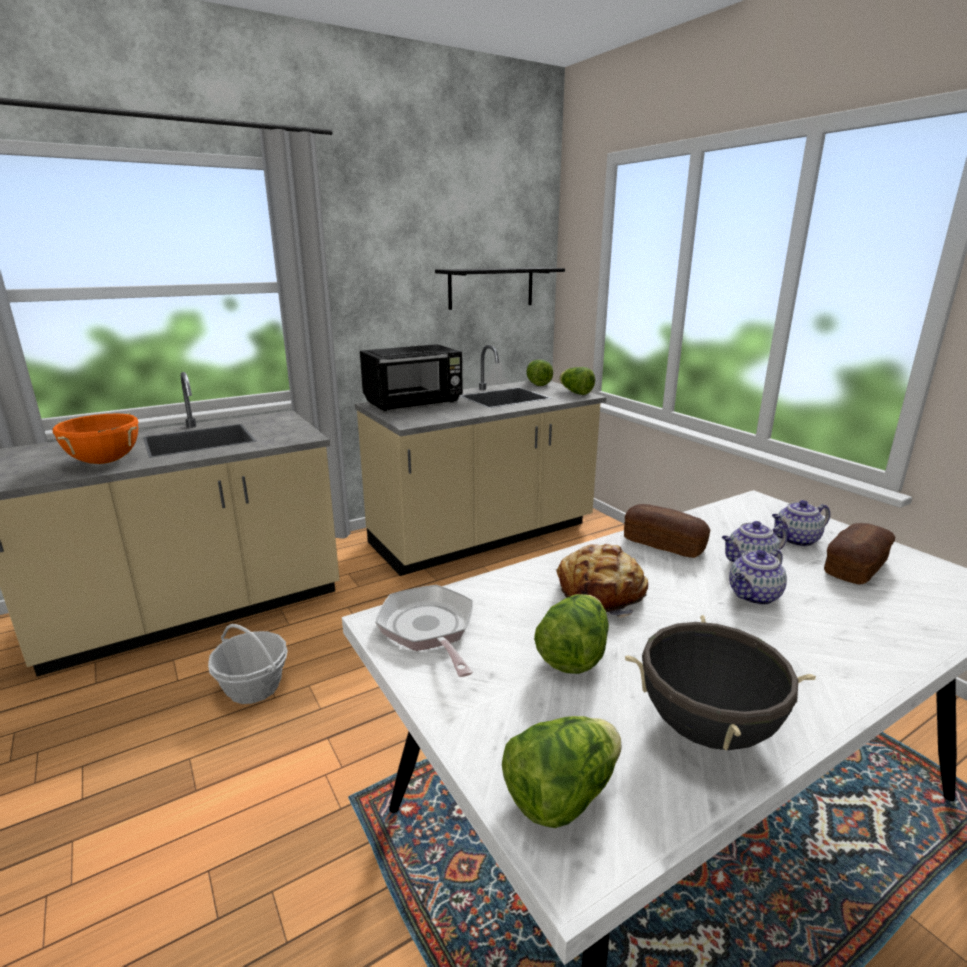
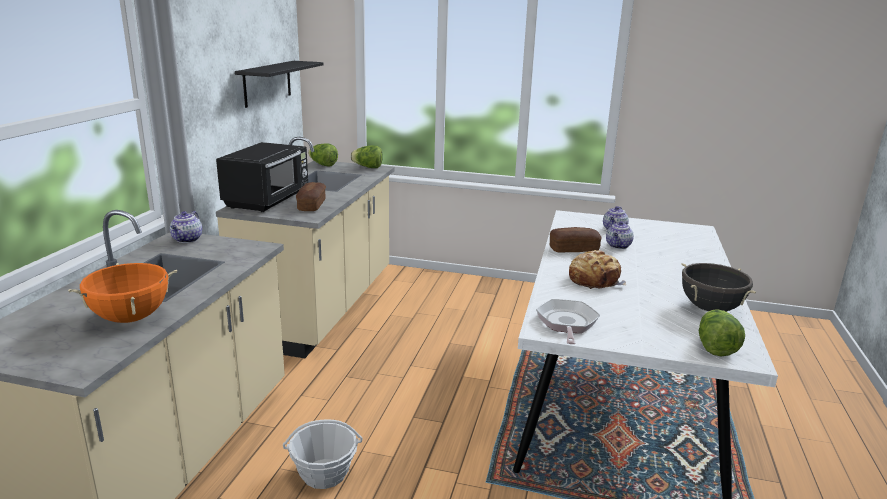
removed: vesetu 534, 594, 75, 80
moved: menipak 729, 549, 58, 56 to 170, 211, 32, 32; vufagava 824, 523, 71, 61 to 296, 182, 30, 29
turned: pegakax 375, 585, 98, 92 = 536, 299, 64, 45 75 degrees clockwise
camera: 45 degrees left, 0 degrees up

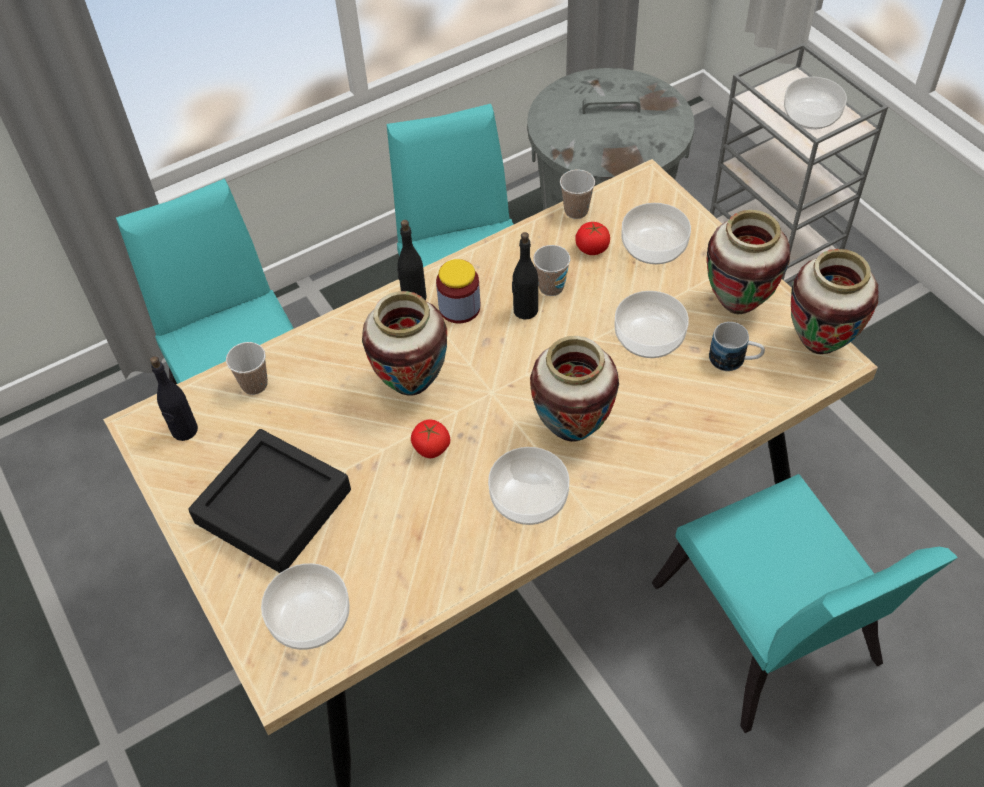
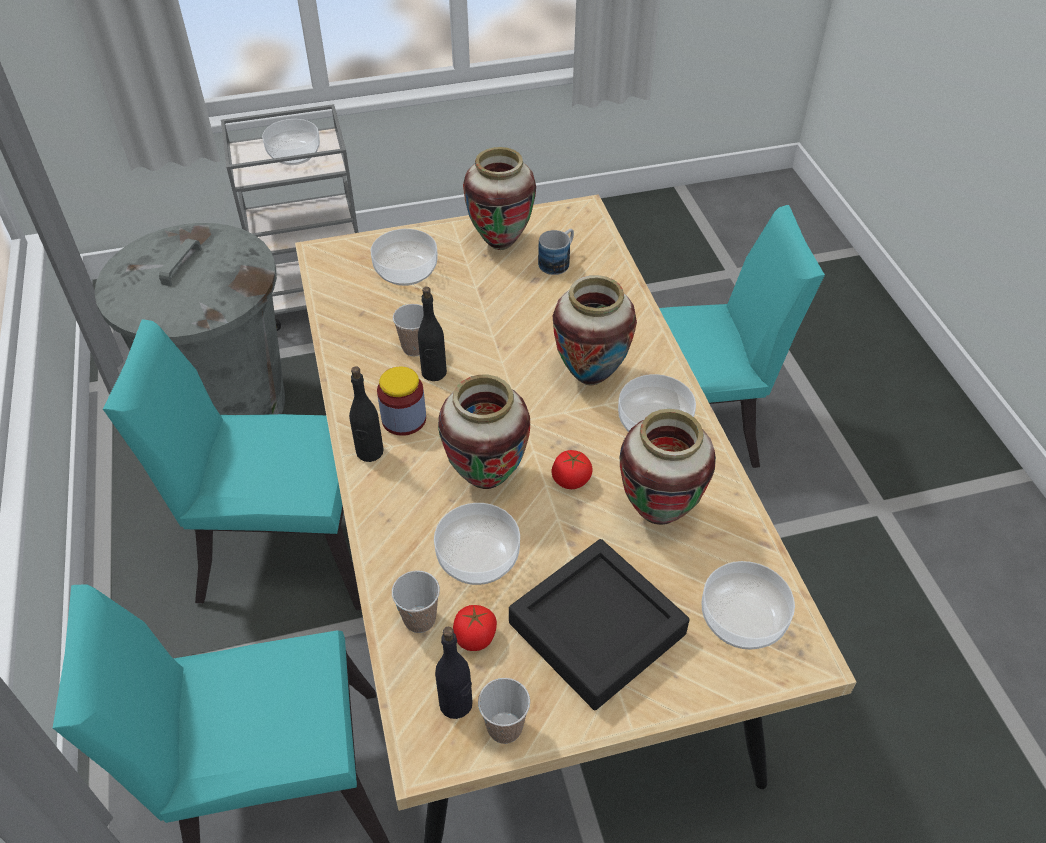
moved: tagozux 615, 291, 74, 67 to 434, 503, 86, 82; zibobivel 575, 222, 35, 33 to 453, 605, 44, 46; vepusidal 560, 170, 35, 49 to 478, 678, 52, 66; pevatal 791, 249, 87, 105 to 620, 409, 96, 116
camera: 75 degrees left, 5 degrees down

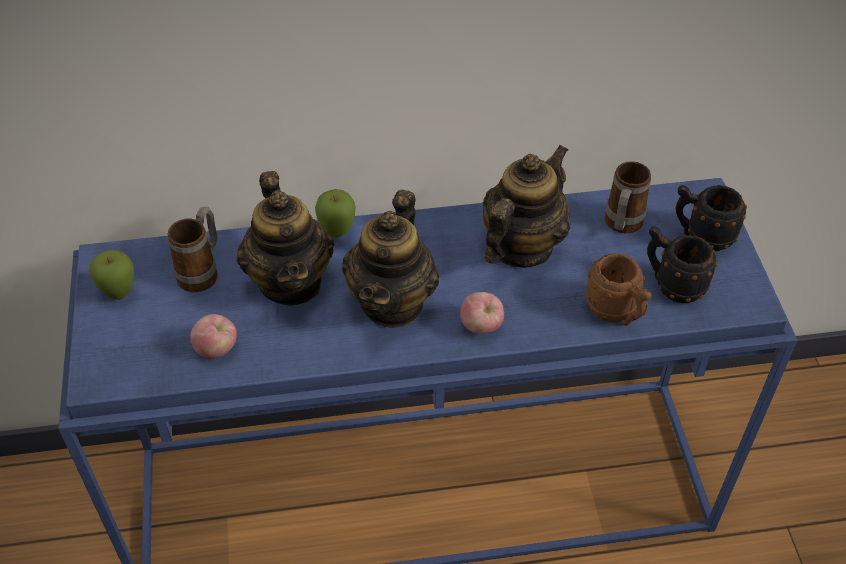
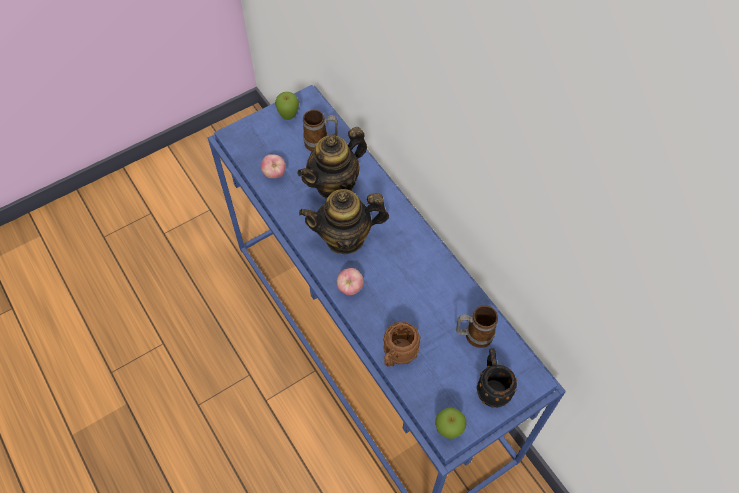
removed: menipak 483, 145, 87, 123; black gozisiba 647, 226, 71, 77
moved: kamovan 315, 189, 41, 49 to 435, 407, 31, 32
camera: 65 degrees right, 10 degrees up

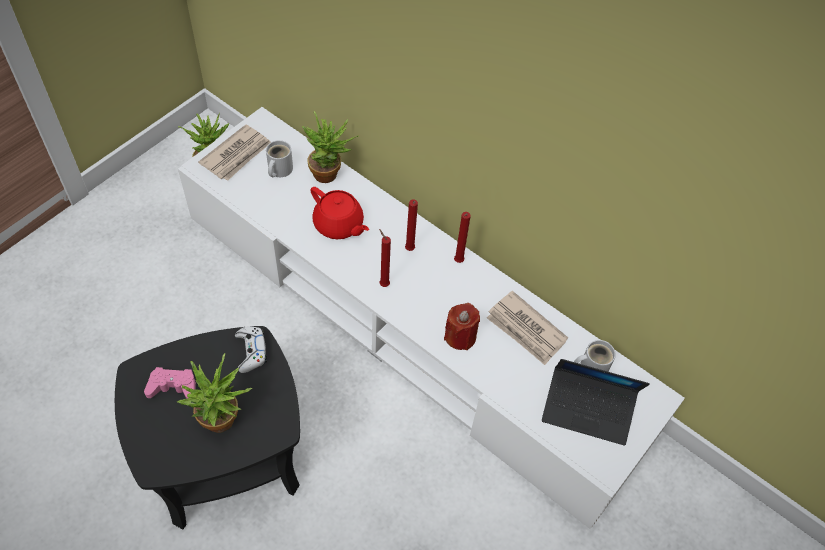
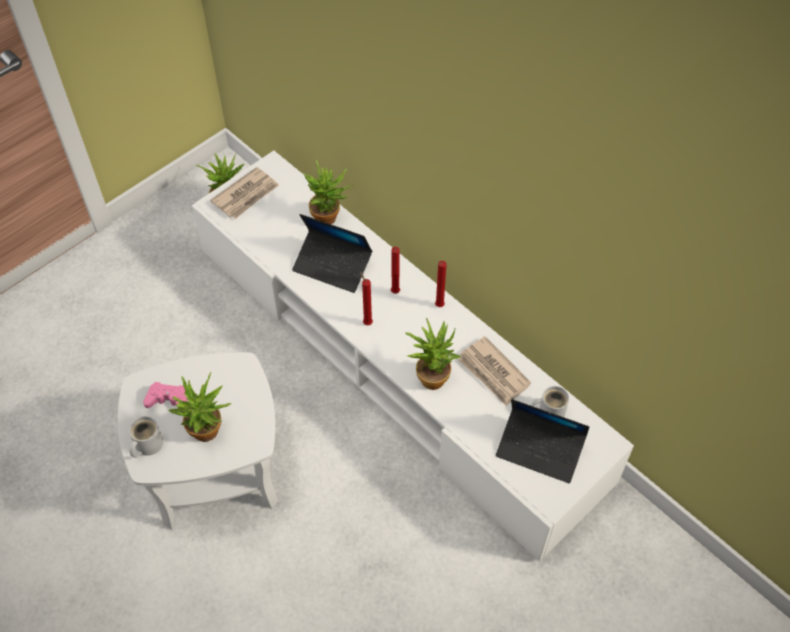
removed: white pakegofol 235, 326, 32, 47
moved: white gozisiba 266, 140, 27, 37 to 129, 416, 34, 42
replaced: red menipak 310, 187, 59, 52 to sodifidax 292, 214, 80, 79; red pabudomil 444, 303, 36, 47 to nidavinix 405, 317, 56, 73
recoloured: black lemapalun 115, 326, 185, 203 to white lemapalun 118, 352, 160, 178
camera: 10 degrees right, 0 degrees up

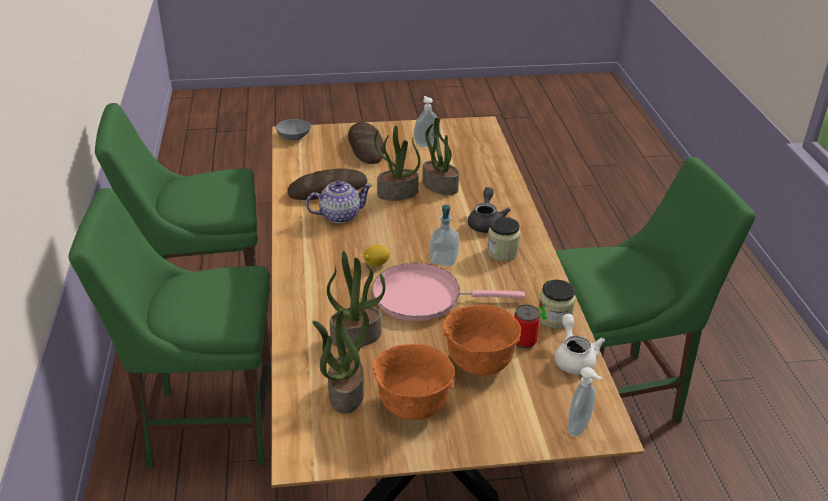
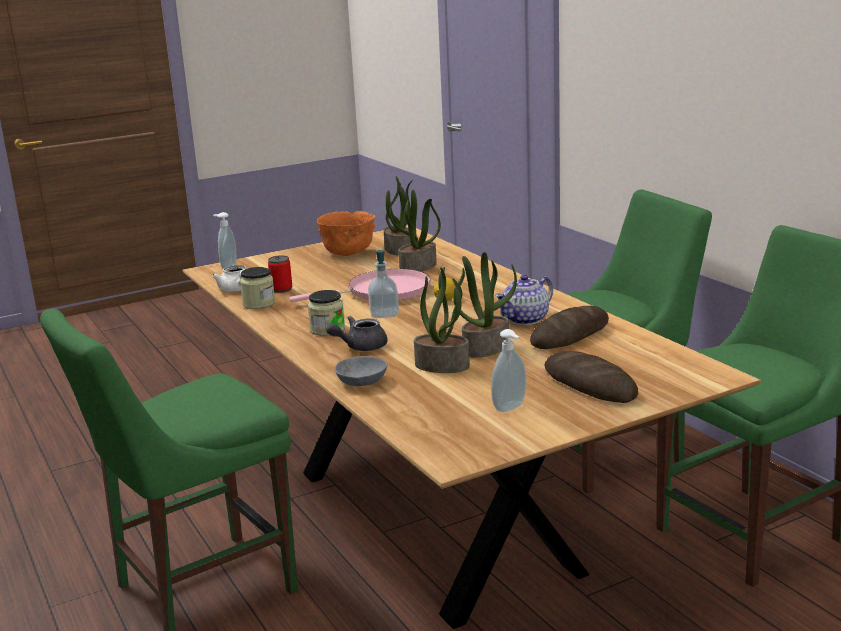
removed: orange tagozux 443, 304, 78, 72
moved: grey tagozux 276, 119, 35, 21 to 335, 356, 52, 30
turned: grey menipak 468, 187, 42, 46 = 326, 316, 62, 35 75 degrees clockwise
camera: 160 degrees right, 15 degrees down

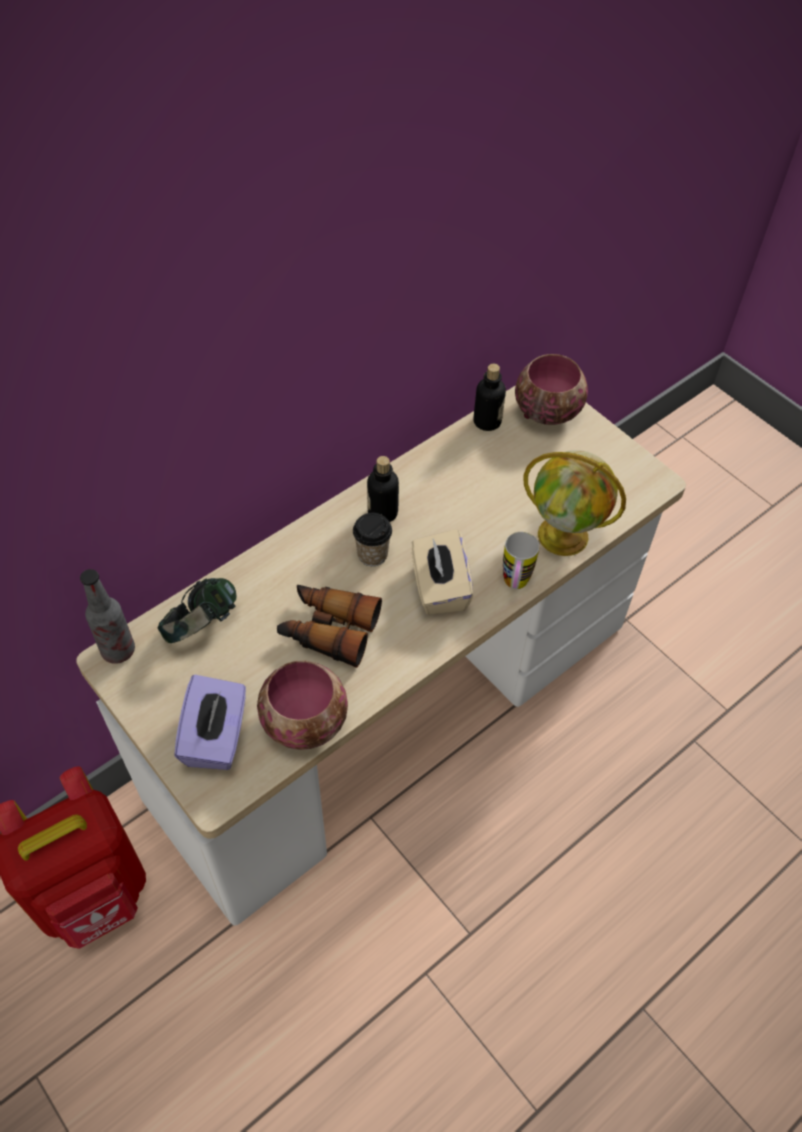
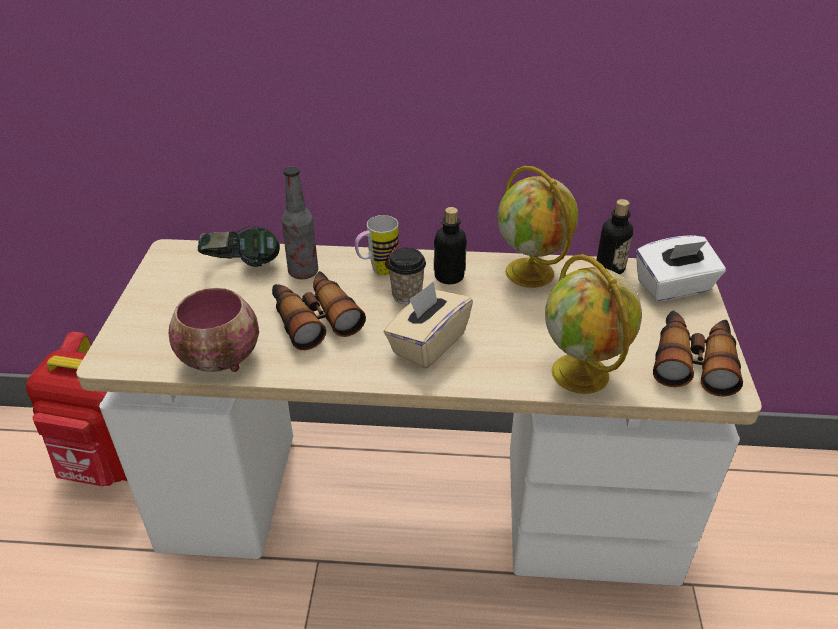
removed: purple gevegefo 174, 674, 72, 96
added: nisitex 498, 166, 81, 122; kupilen 653, 311, 90, 86
moved: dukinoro 80, 569, 55, 95 to 282, 166, 36, 113; gozisiba 503, 532, 36, 57 to 355, 215, 44, 60
replaced: tagozux 515, 354, 73, 71 to white gevegefo 636, 235, 90, 67
camera: 45 degrees right, 15 degrees down

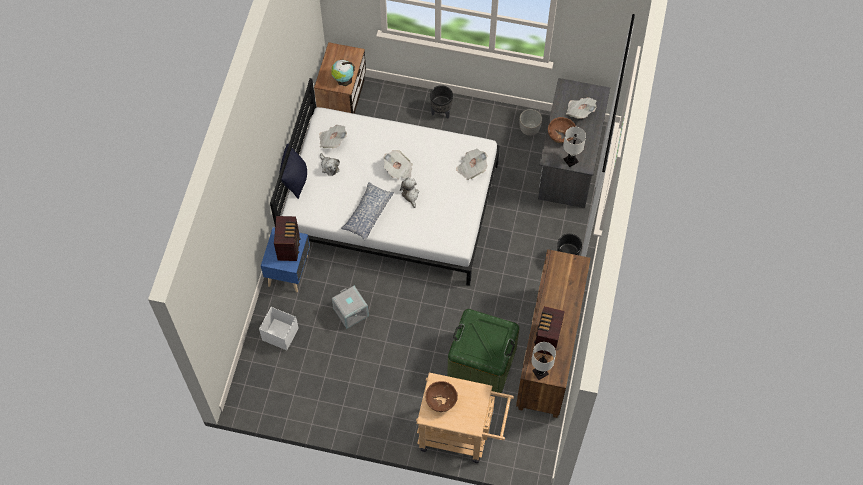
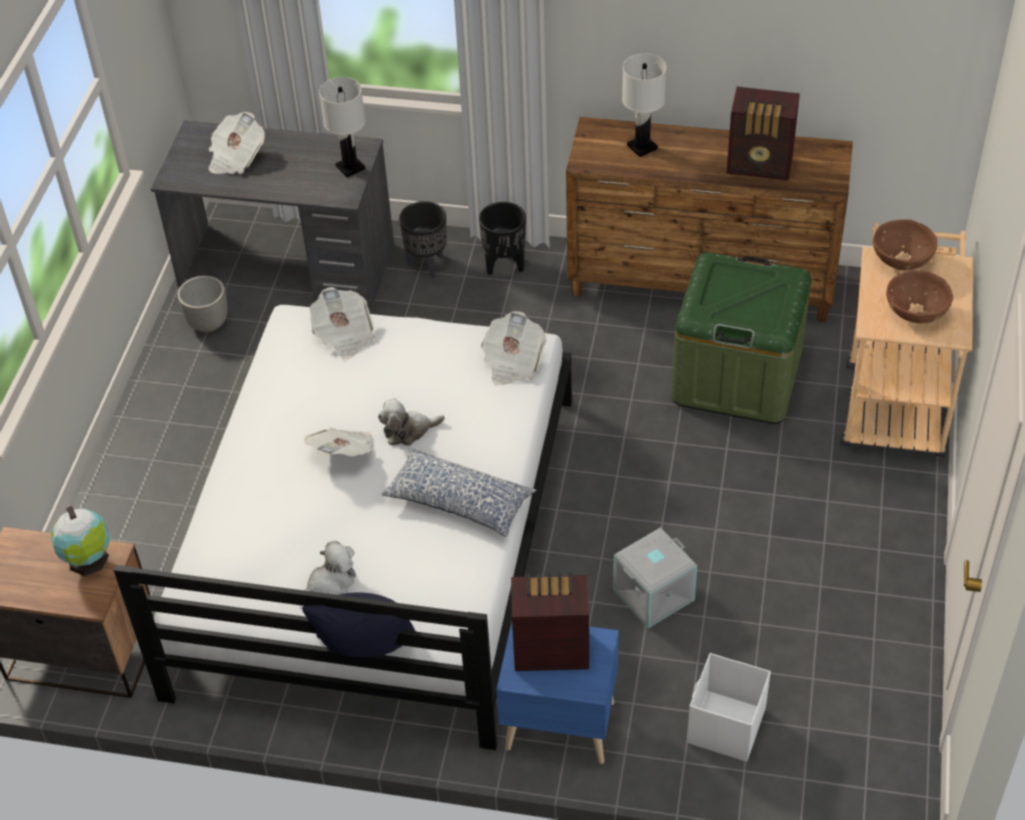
moved: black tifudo 430, 85, 23, 34 to 399, 201, 48, 77; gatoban 319, 125, 28, 23 to 481, 311, 65, 74; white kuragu 531, 342, 25, 38 to 622, 54, 45, 103; brown tagozux 548, 117, 28, 26 to 873, 219, 64, 51
camera: 90 degrees left, 15 degrees down

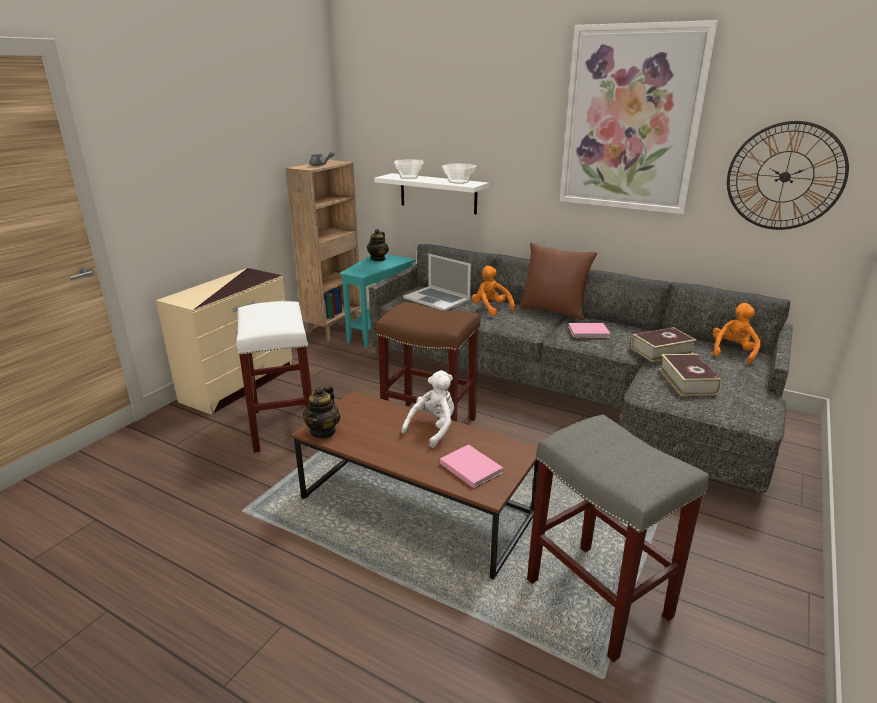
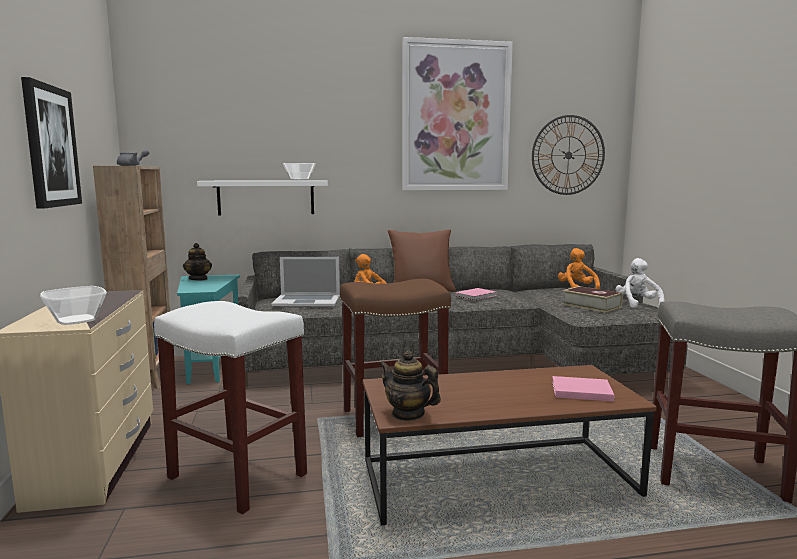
removed: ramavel 631, 327, 66, 35
added: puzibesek 21, 77, 61, 132
moved: tagozux 394, 160, 30, 19 to 40, 286, 67, 39; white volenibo 401, 370, 53, 78 to 615, 258, 49, 50
turned: menipak 303, 385, 37, 54 = 379, 351, 62, 70 150 degrees clockwise
camera: 40 degrees left, 15 degrees down

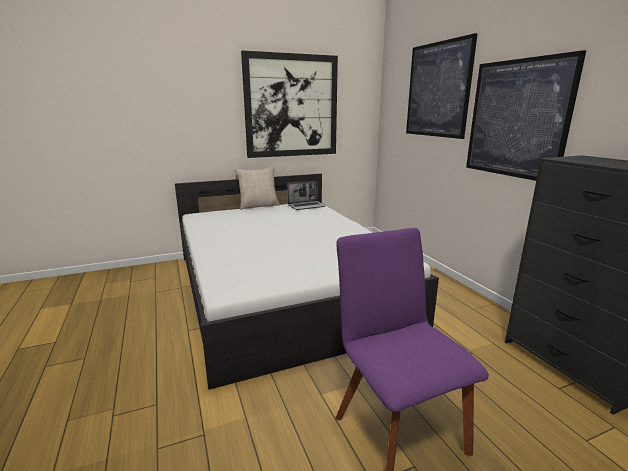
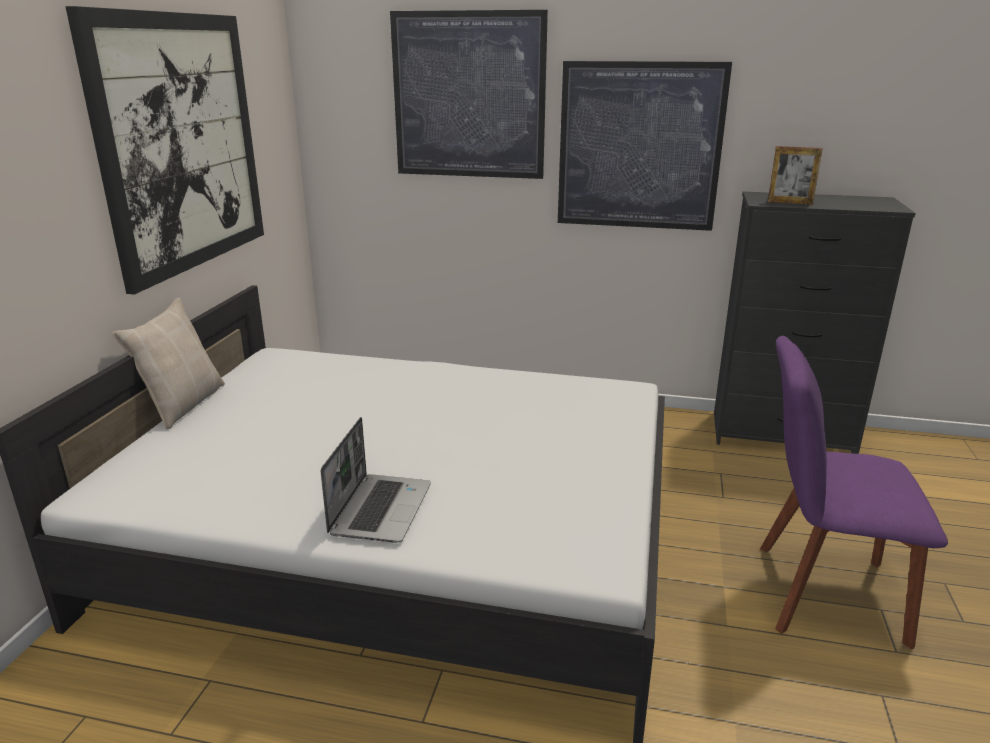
added: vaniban 768, 146, 54, 59
moved: sodifidax 287, 181, 39, 29 to 321, 417, 110, 126
camera: 55 degrees left, 5 degrees up

